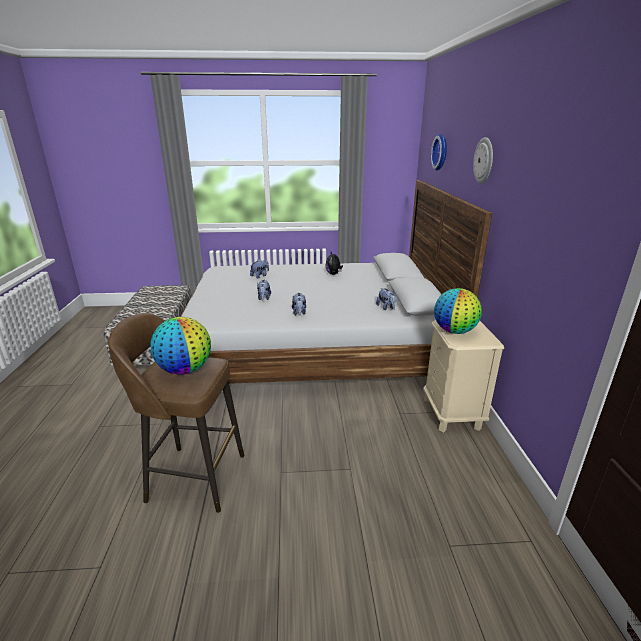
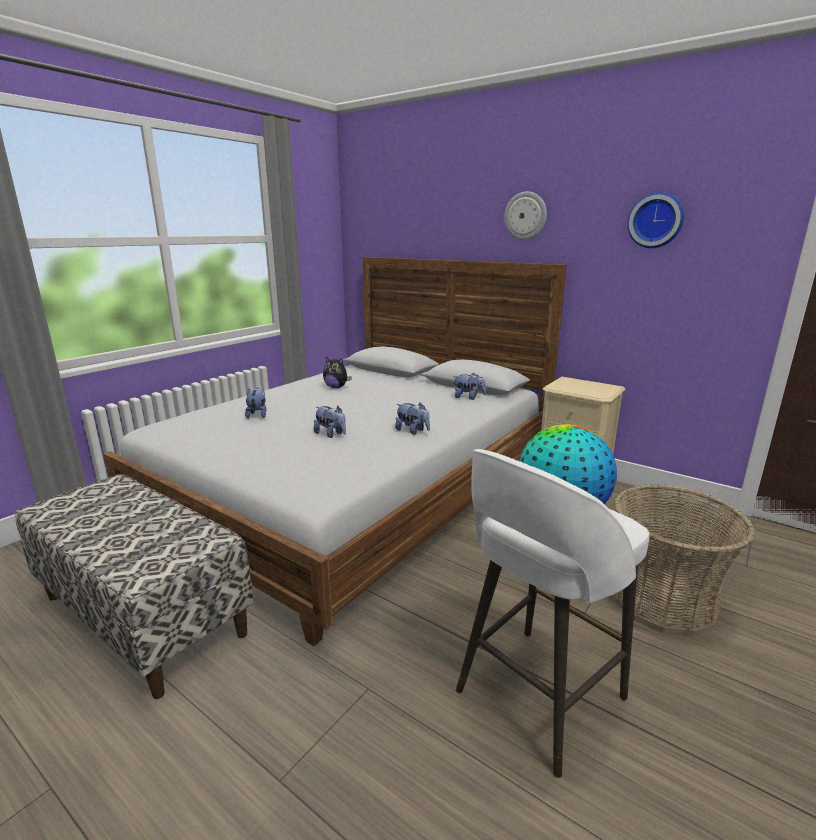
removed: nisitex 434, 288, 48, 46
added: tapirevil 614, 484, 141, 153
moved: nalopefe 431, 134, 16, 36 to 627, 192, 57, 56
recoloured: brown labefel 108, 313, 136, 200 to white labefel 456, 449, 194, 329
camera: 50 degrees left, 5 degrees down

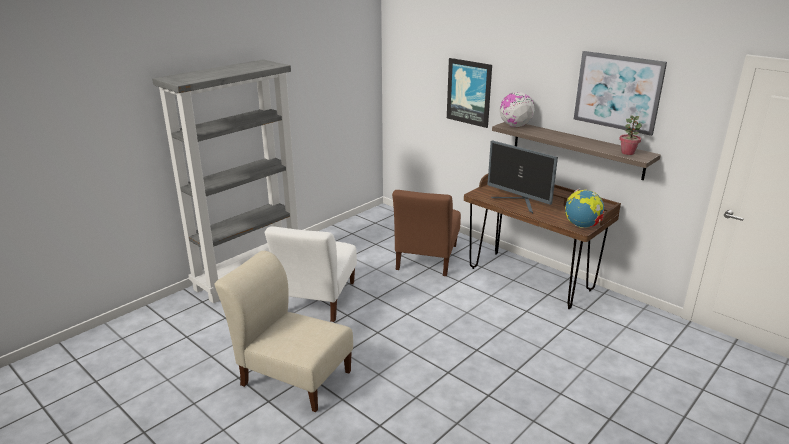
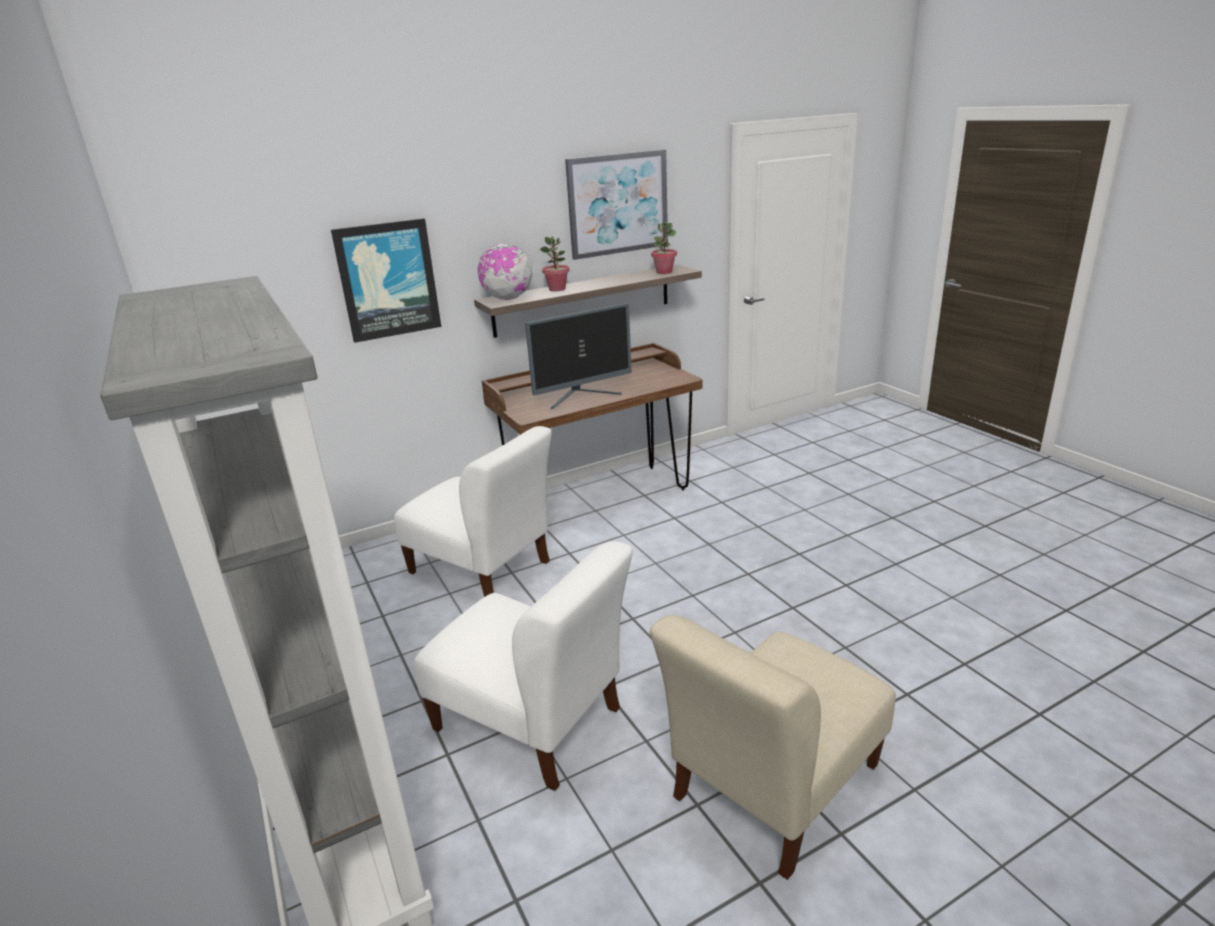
removed: nisitex 565, 188, 39, 40
added: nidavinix 540, 236, 29, 55
recoloured: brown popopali 392, 190, 69, 86 to white popopali 394, 426, 158, 171
camera: 70 degrees left, 0 degrees up

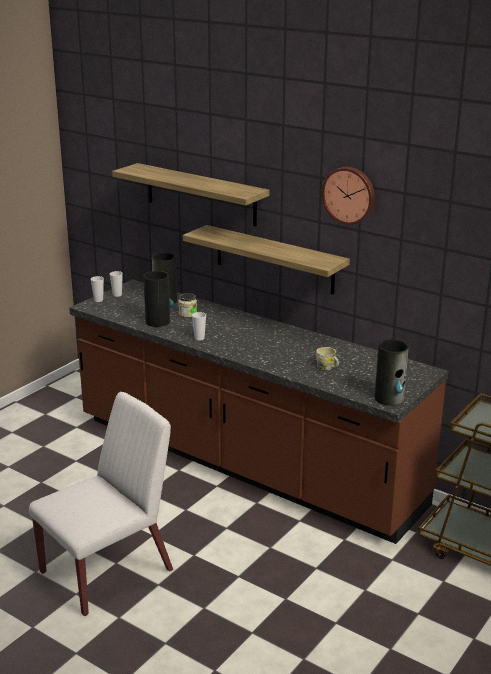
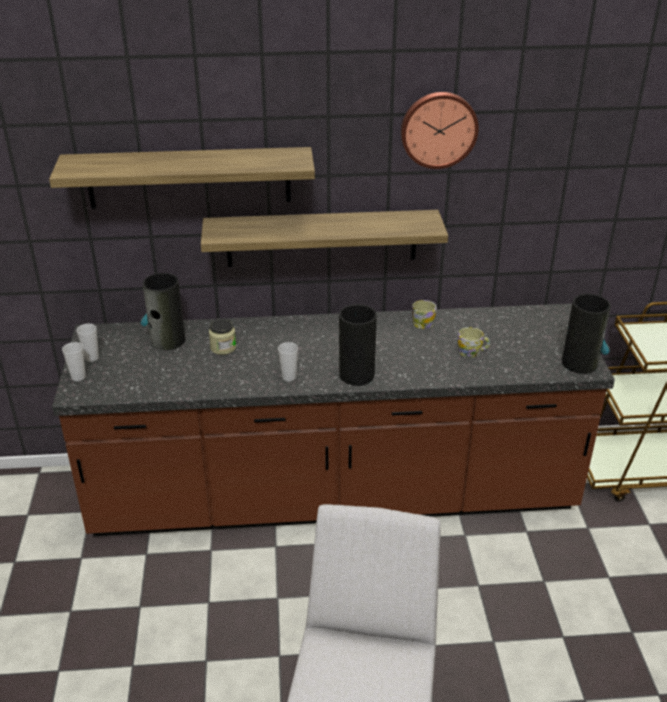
added: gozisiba 412, 300, 25, 29
moved: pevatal 143, 271, 31, 56 to 339, 304, 38, 82
camera: 40 degrees left, 10 degrees up

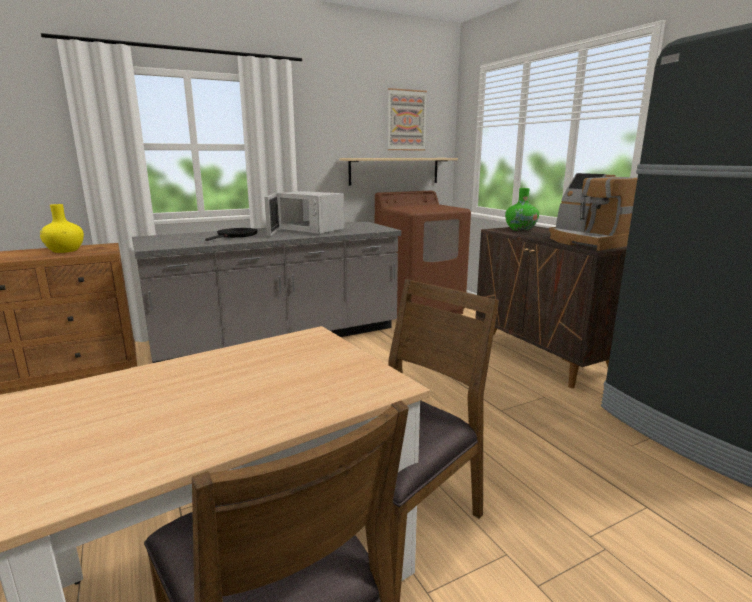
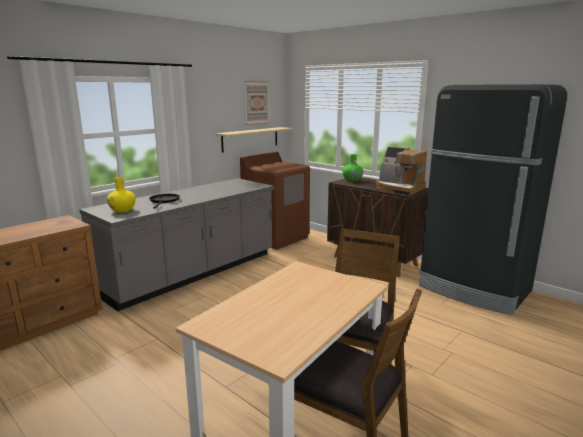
removed: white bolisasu 265, 191, 79, 45
moved: yellow pevatal 40, 204, 44, 49 to 107, 177, 29, 36
camera: 20 degrees left, 0 degrees up

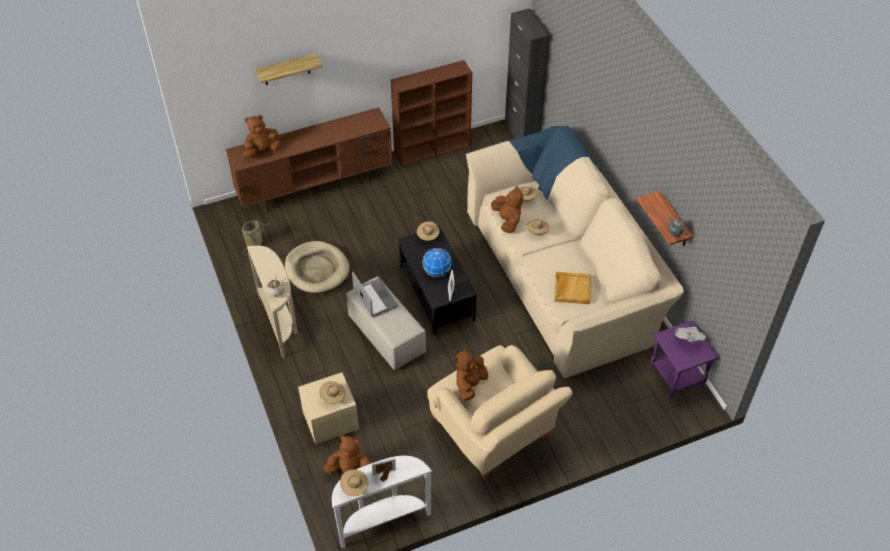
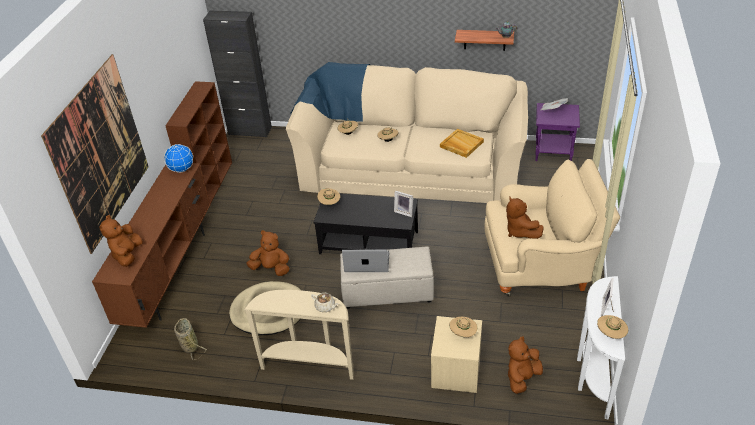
moved: nisitex 423, 248, 29, 29 to 164, 144, 29, 29; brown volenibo 491, 185, 32, 48 to 246, 230, 43, 46
replaced: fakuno 255, 53, 68, 32 to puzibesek 41, 54, 108, 200
camera: 55 degrees left, 10 degrees down

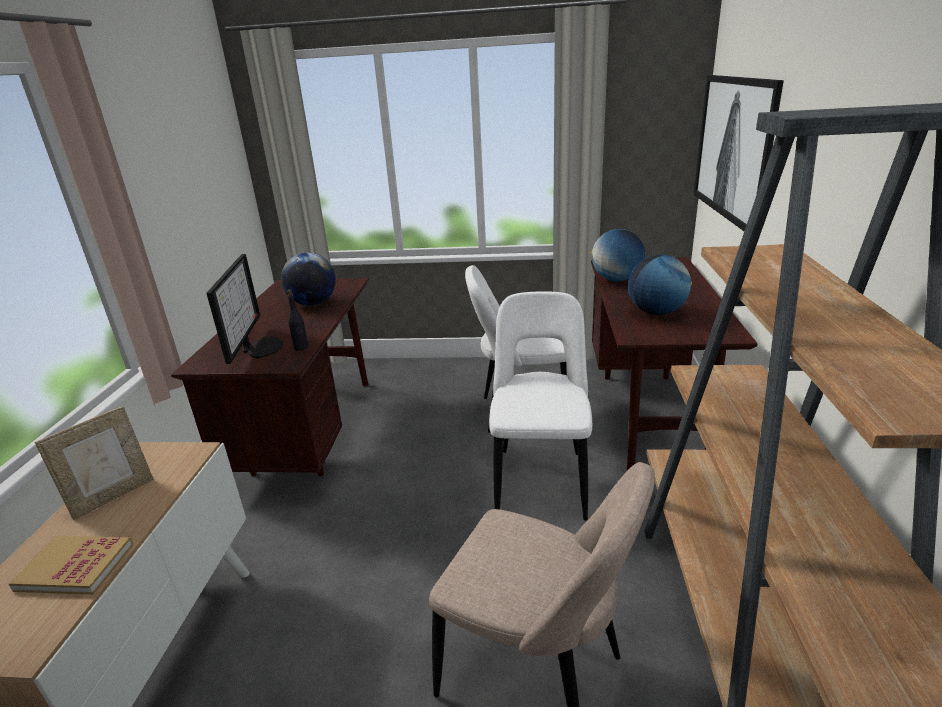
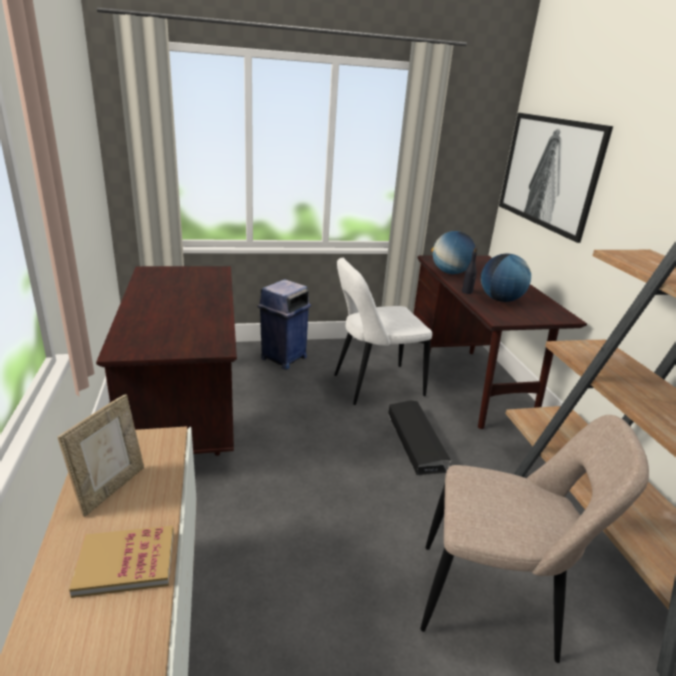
removed: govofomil 206, 254, 77, 110; nisitex 281, 252, 55, 54
added: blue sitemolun 257, 279, 54, 91
moved: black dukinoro 287, 289, 22, 62 to 462, 247, 15, 47
replaced: white popopali 489, 291, 103, 230 to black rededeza 388, 401, 63, 74
camera: 20 degrees left, 0 degrees up

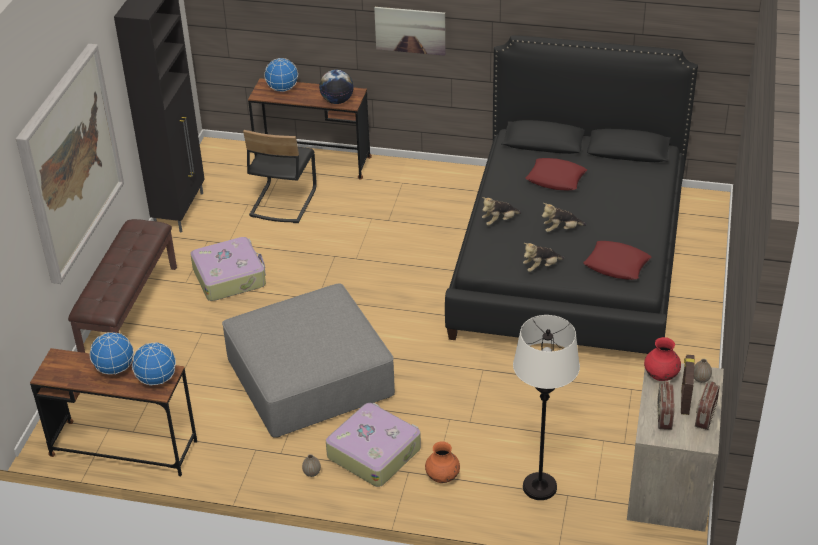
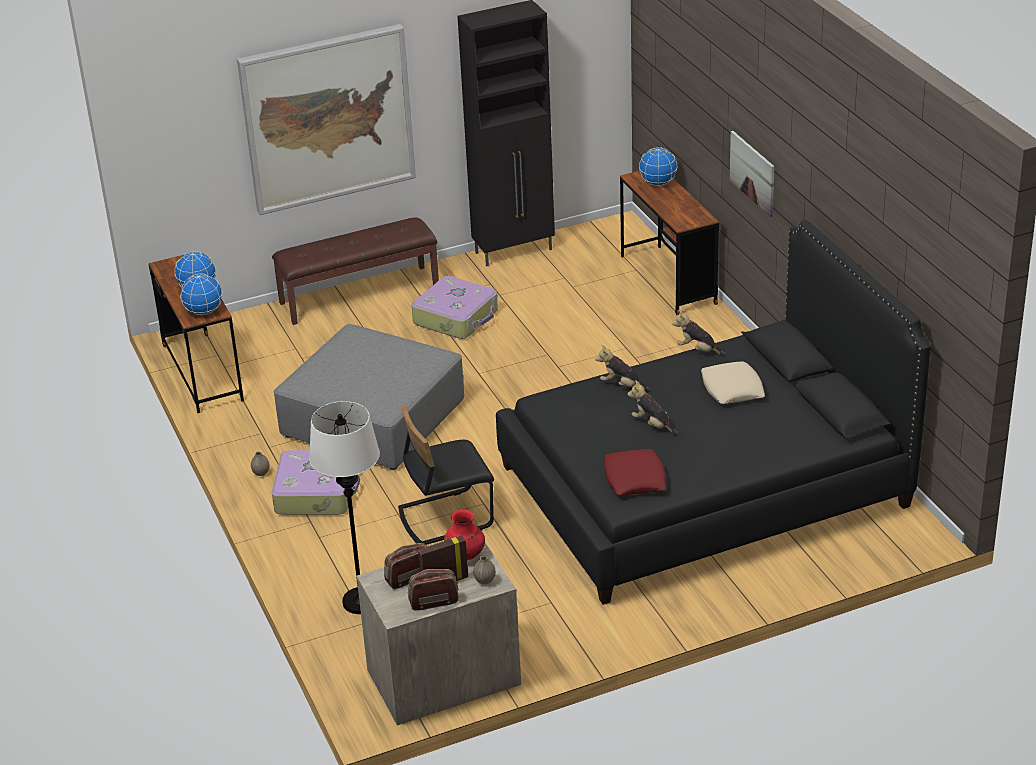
removed: nisitex 319, 70, 35, 34; orange pevatal 425, 441, 35, 42
moved: black popopali 243, 130, 74, 93 to 398, 404, 96, 141; volenibo 523, 243, 42, 29 to 672, 310, 55, 47
recoloured: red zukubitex 525, 158, 62, 32 to beige zukubitex 701, 361, 64, 43
camera: 55 degrees right, 5 degrees down

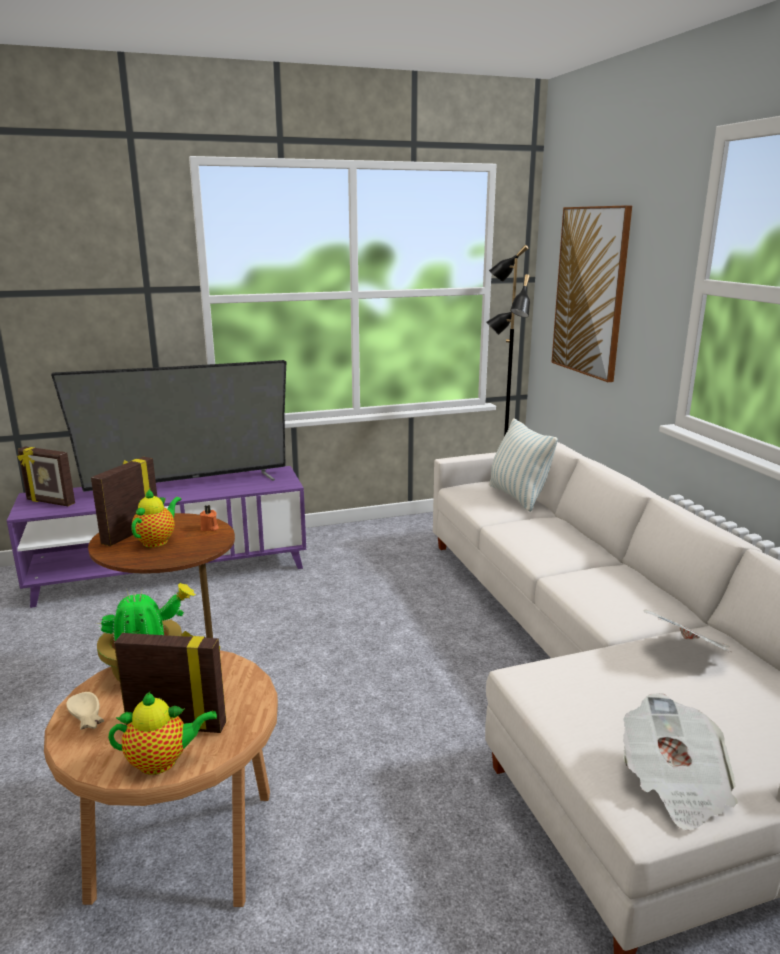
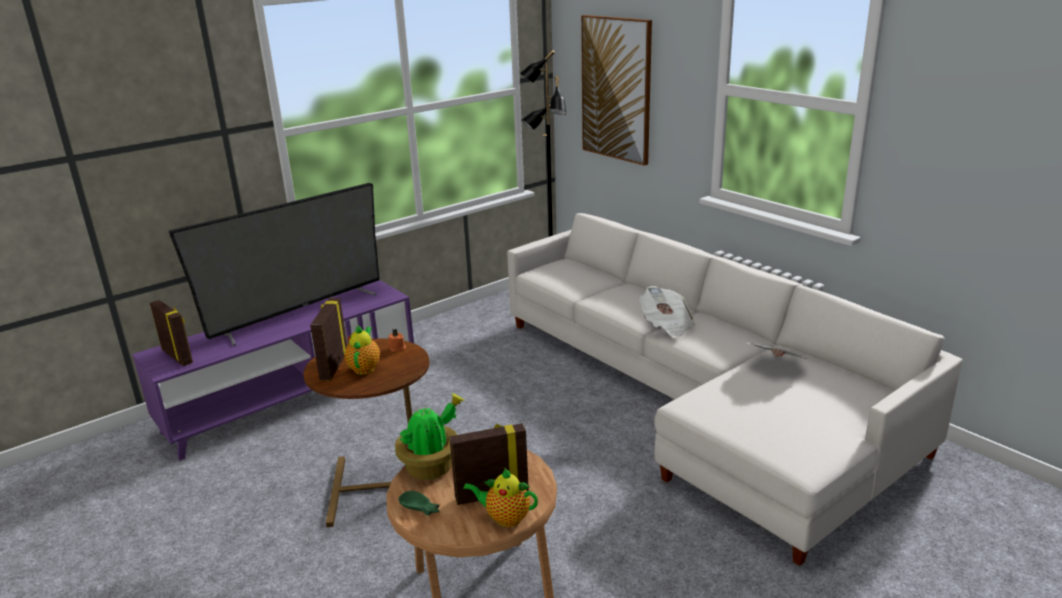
removed: zukubitex 489, 418, 69, 94
moved: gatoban 623, 693, 115, 138 to 639, 286, 56, 52
recoloured: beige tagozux 66, 692, 38, 38 to green tagozux 399, 491, 41, 25
turned: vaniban 17, 446, 58, 60 = 150, 300, 43, 66 135 degrees counterclockwise; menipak 108, 692, 109, 83 = 463, 468, 75, 59 135 degrees counterclockwise
camera: 20 degrees left, 5 degrees up

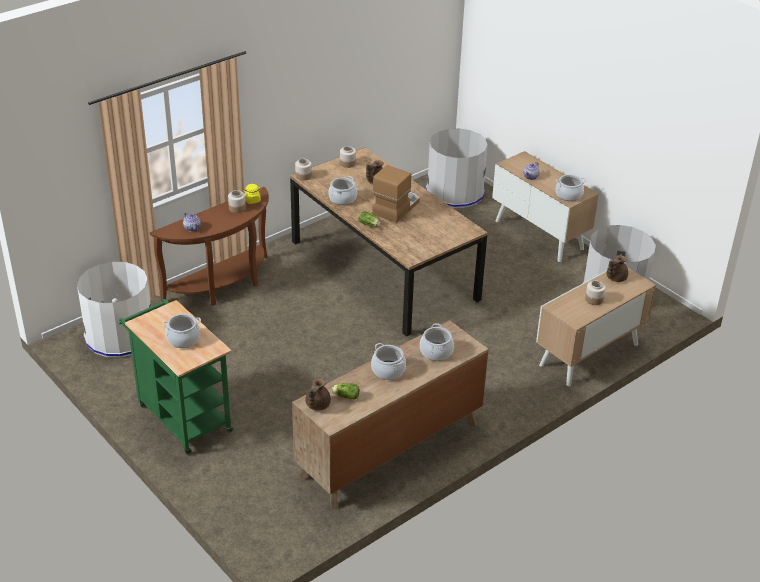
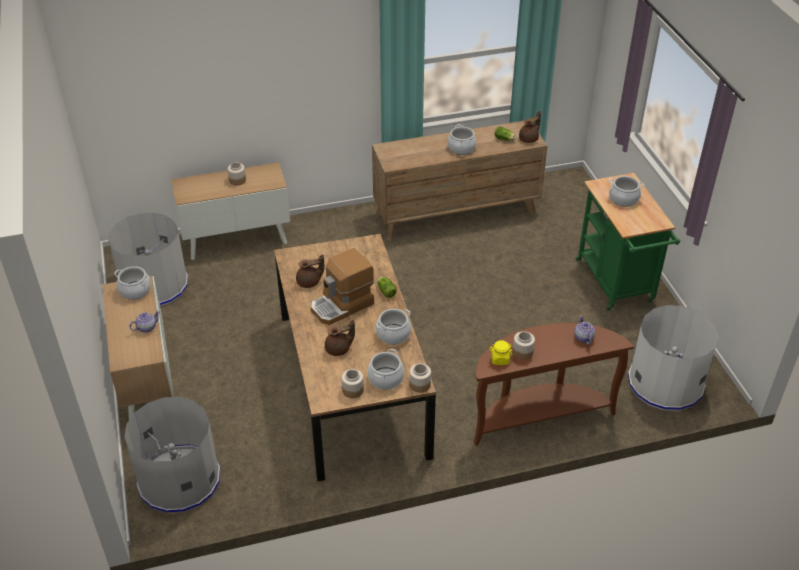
moved: brown menipak 606, 255, 22, 27 to 296, 255, 29, 33; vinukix 420, 323, 34, 38 to 367, 349, 37, 41
camera: 155 degrees left, 5 degrees up

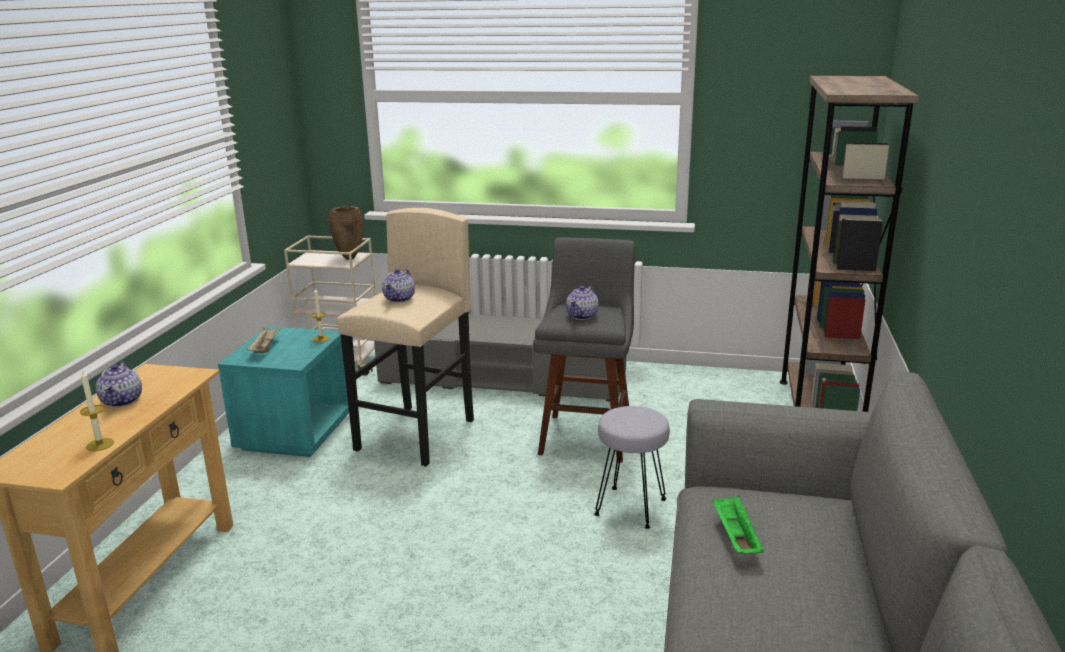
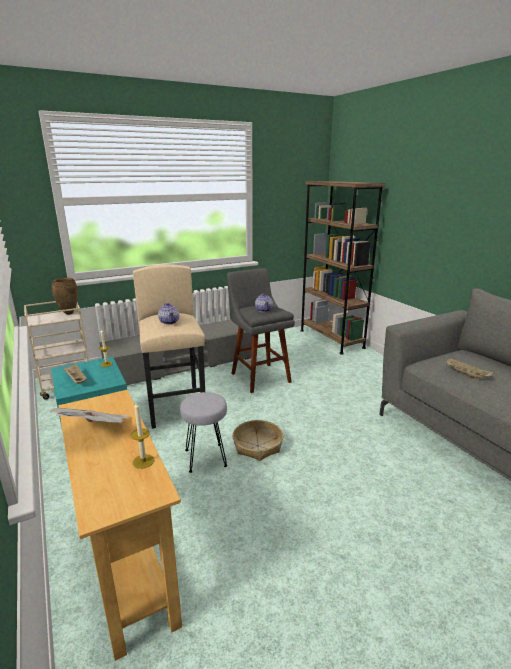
added: tapirevil 233, 420, 50, 41
moved: grey labefel 594, 406, 76, 123 to 180, 392, 47, 81
replaced: menipak 96, 362, 46, 45 to gatoban 50, 408, 79, 15
recoloured: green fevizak 713, 496, 51, 57 to beige fevizak 445, 358, 48, 20
camera: 40 degrees left, 0 degrees up

